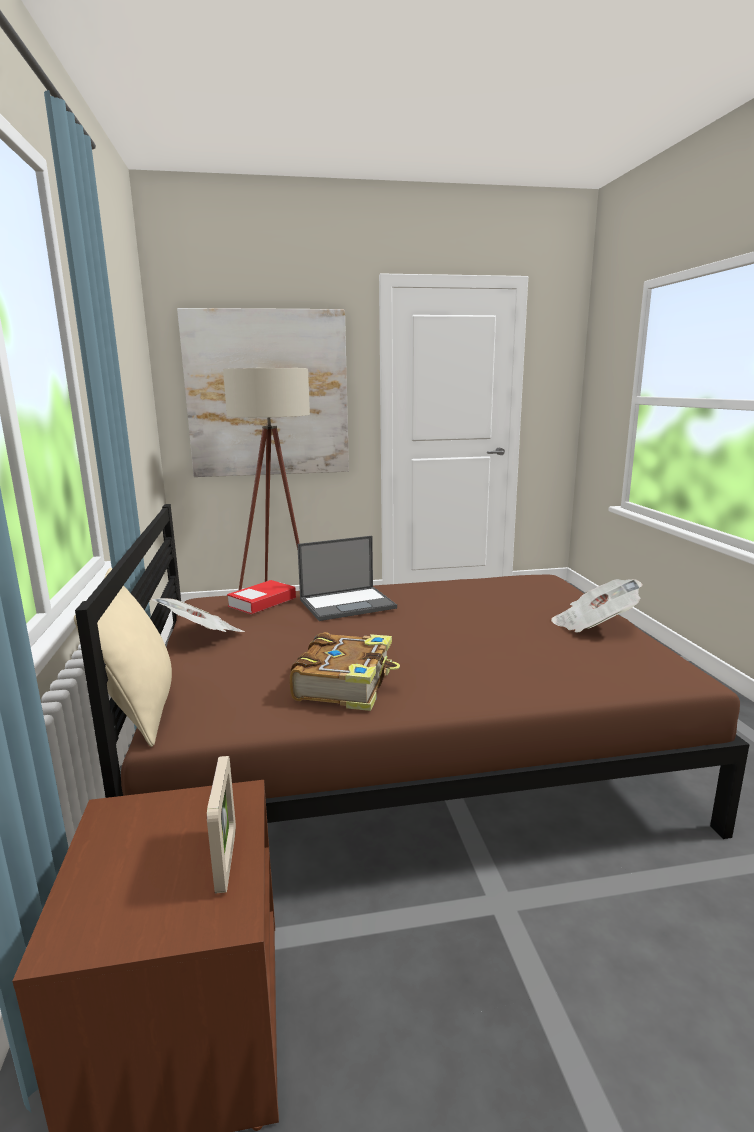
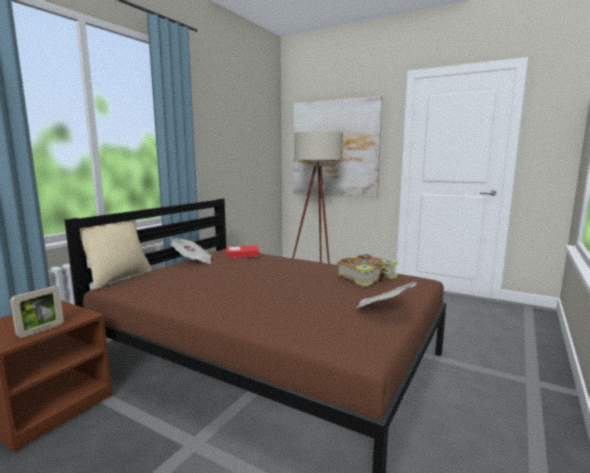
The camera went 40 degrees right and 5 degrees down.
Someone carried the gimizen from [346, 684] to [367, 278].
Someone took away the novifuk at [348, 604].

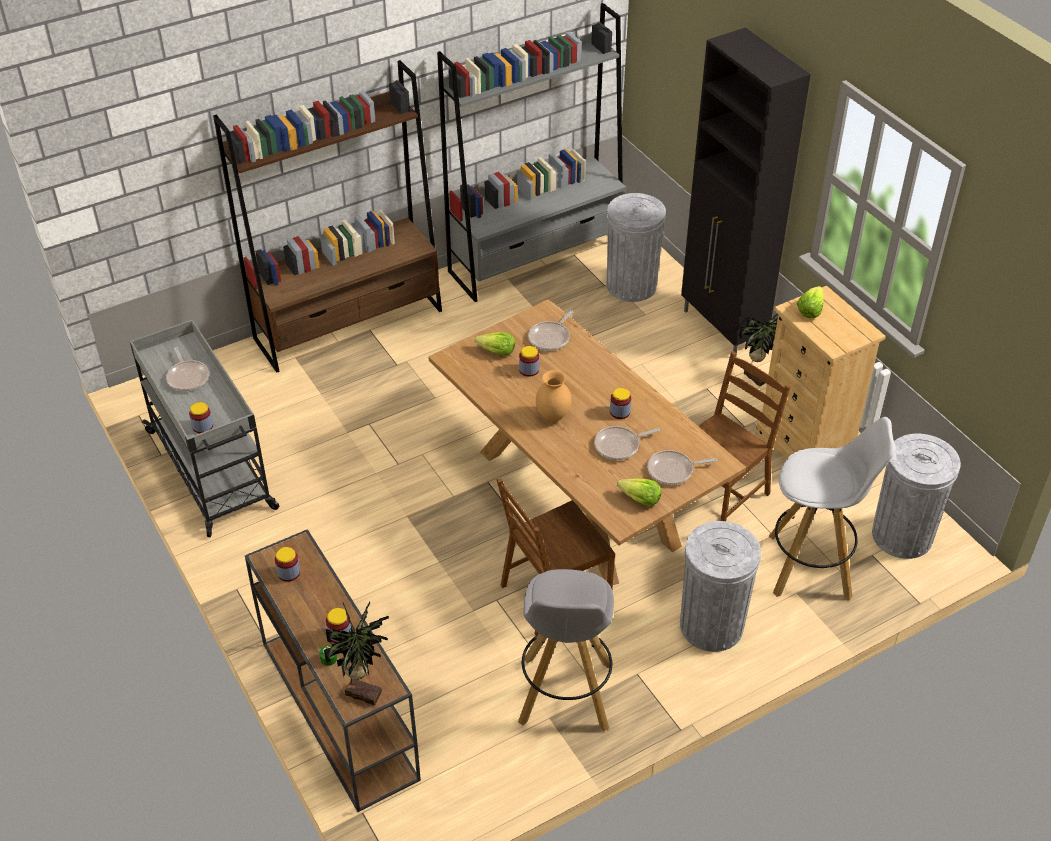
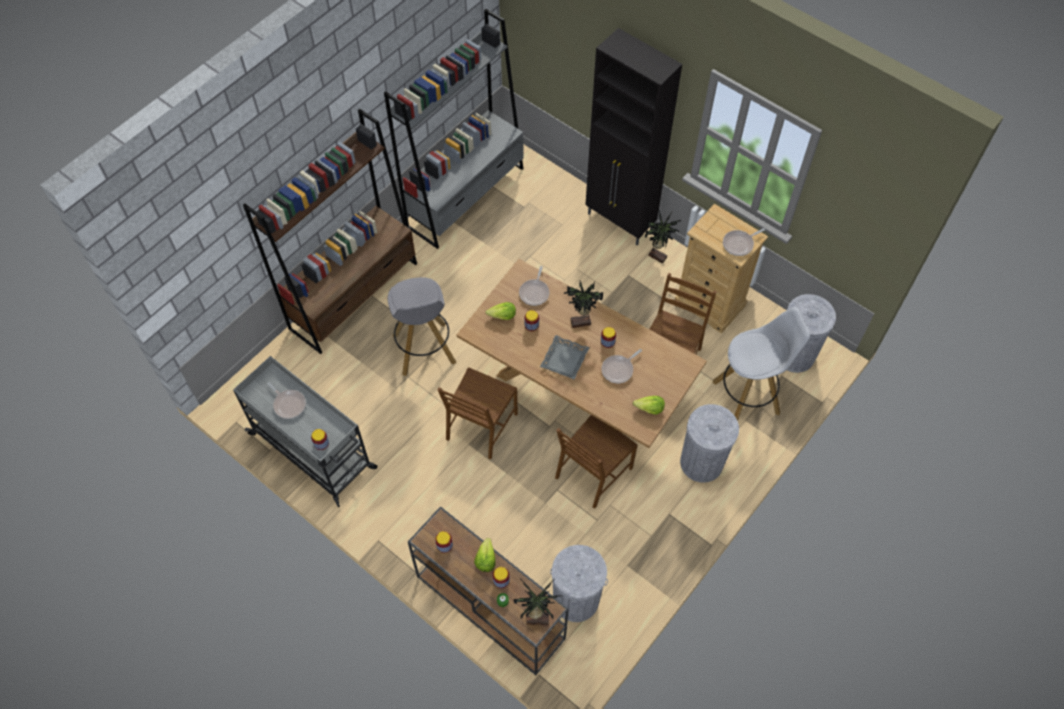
The camera went 20 degrees left and 15 degrees up.
Someone carried the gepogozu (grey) from [565, 695] to [424, 350].
Someone swapped the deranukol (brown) at [553, 417] for the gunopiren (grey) at [565, 359].
Someone carried the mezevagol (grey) from [631, 286] to [576, 599].
Someone carried the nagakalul from [673, 471] to [739, 244].
Someone carried the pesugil from [810, 310] to [485, 559].
Someone put down the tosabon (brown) at [481, 426].
Someone put down the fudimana at [581, 323].

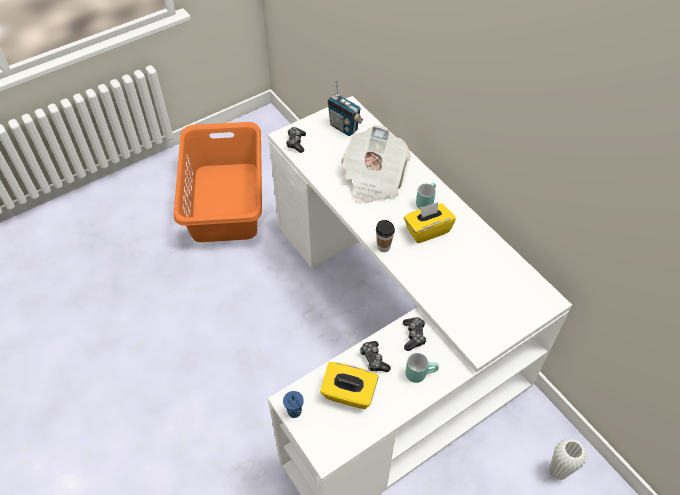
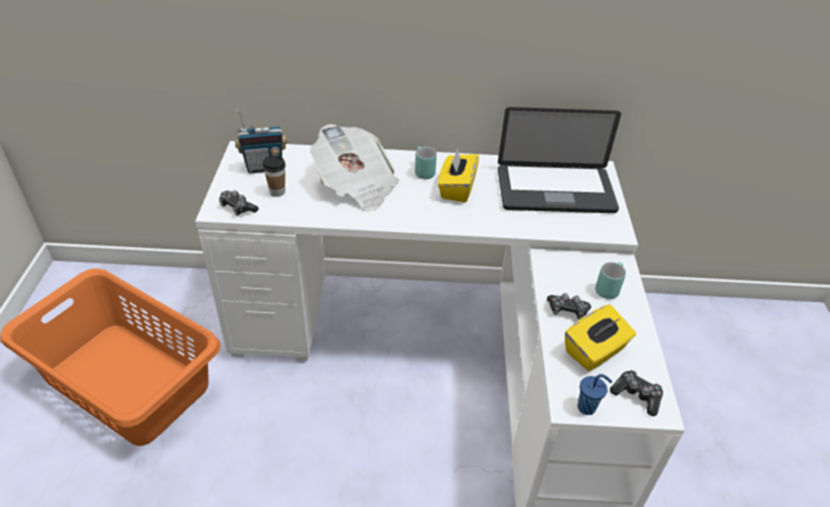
The camera went 55 degrees left and 10 degrees down.
Someone carried the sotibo from [383, 247] to [277, 192].
Someone carried the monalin from [414, 336] to [636, 396].
Someone took away the deranukol (white) at [558, 471].
Someone put down the novifuk at [555, 191].

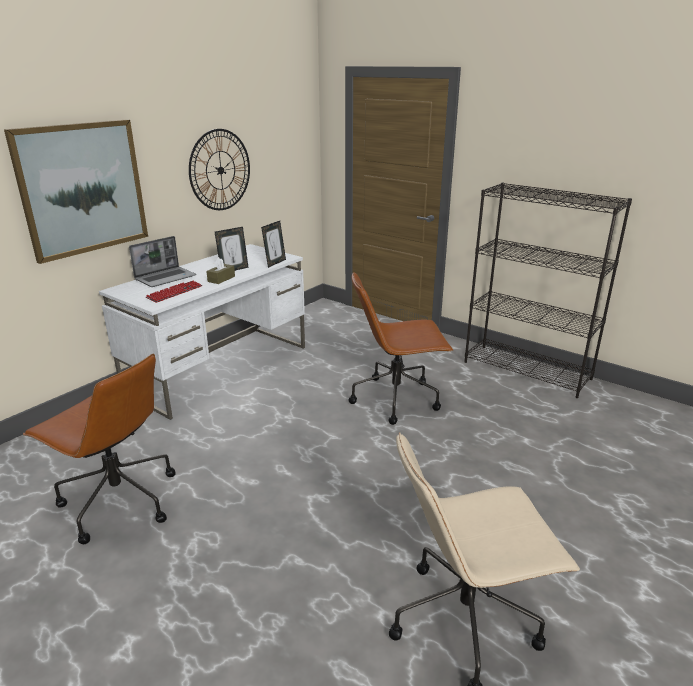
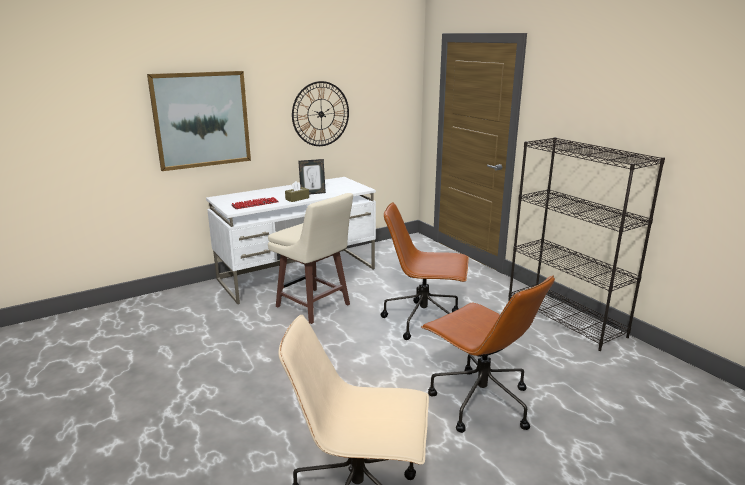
The camera went 20 degrees right and 5 degrees down.
Someone carried the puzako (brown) from [118, 501] to [479, 402].
Someone took away the novifuk at [166, 278].
Someone took away the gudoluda at [275, 263].
Someone put down the gepogozu (beige) at [314, 306].

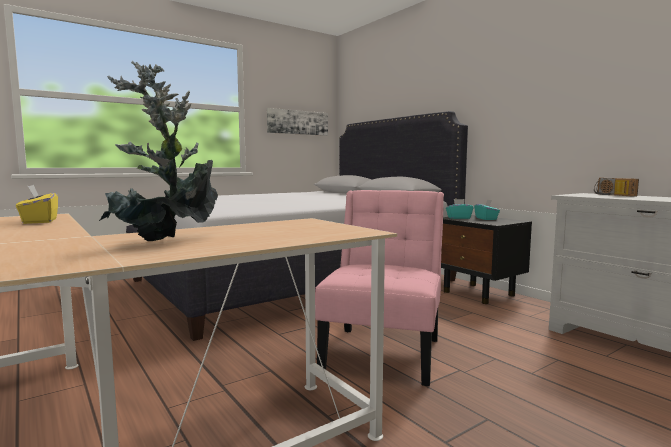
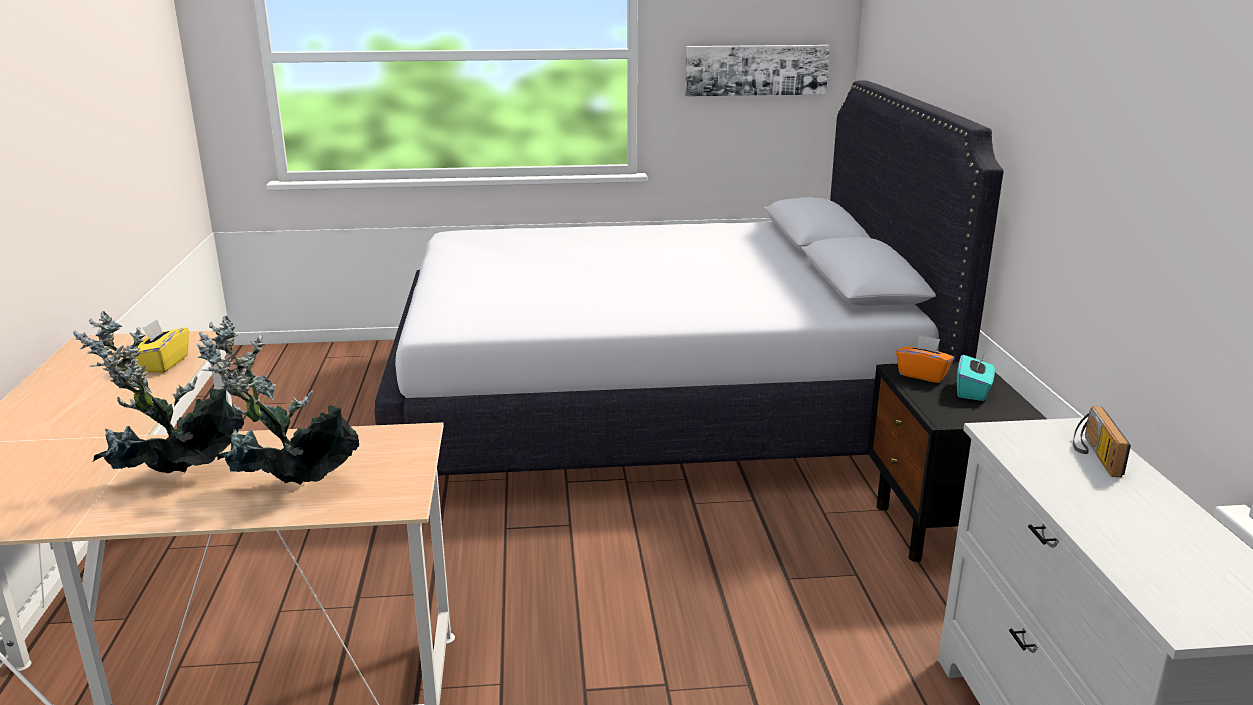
The camera went 30 degrees right and 15 degrees up.
Someone took away the tosabon (pink) at [384, 351].
Someone repainted the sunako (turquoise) at [458, 218], which became the sunako (orange) at [923, 375].
Someone put down the fudimana at [287, 491].

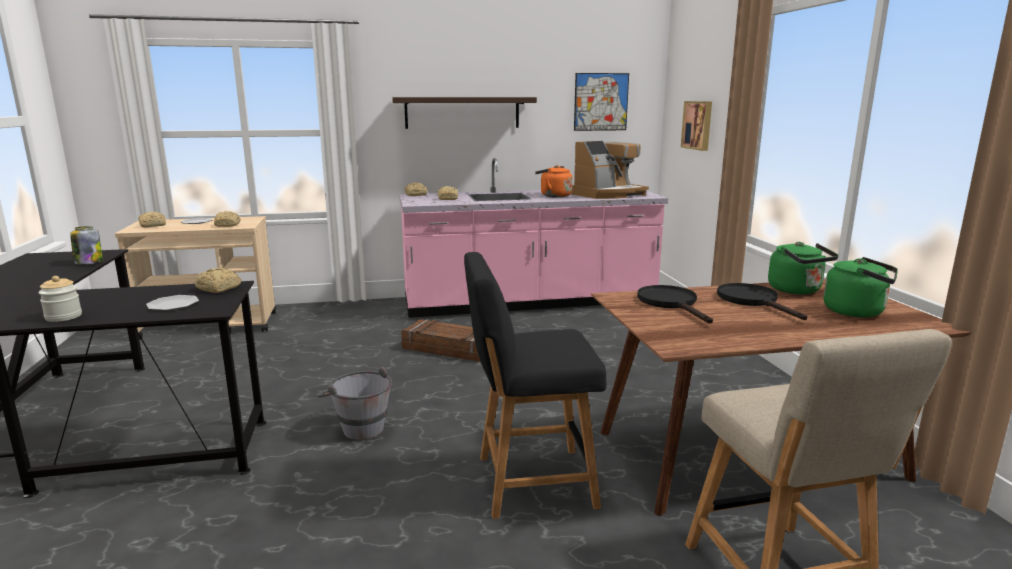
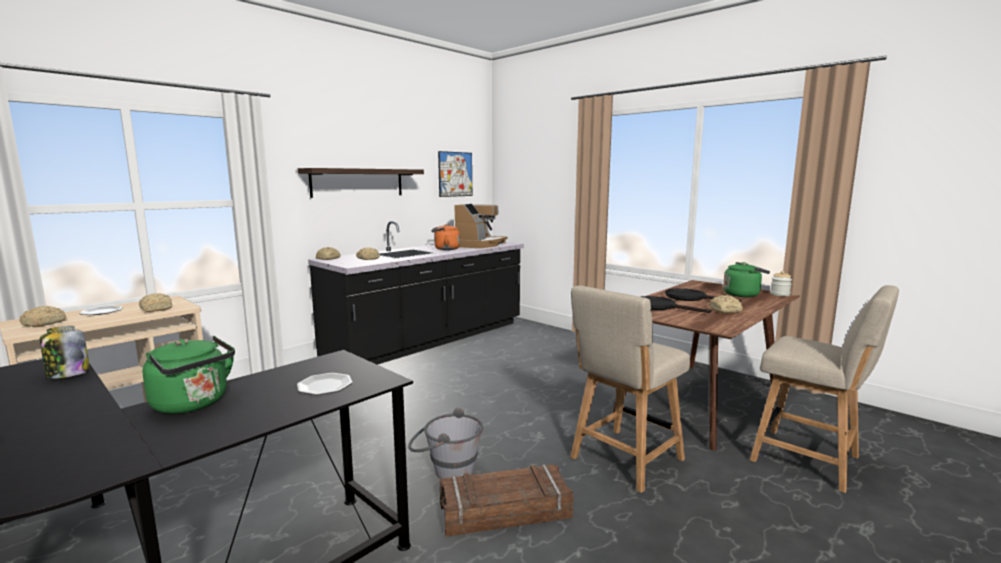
The camera went 35 degrees left and 5 degrees down.
Someone carried the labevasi from [63, 317] to [779, 294].
Someone carried the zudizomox from [219, 289] to [726, 310].
Someone repainted the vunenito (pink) at [529, 302], which became the vunenito (black) at [430, 340].
Someone carried the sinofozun from [449, 349] to [504, 510].
Someone repainted the tosabon (black) at [529, 482], which became the tosabon (beige) at [623, 460].
Someone took away the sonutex at [698, 125].
Someone carried the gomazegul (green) from [797, 290] to [193, 404].

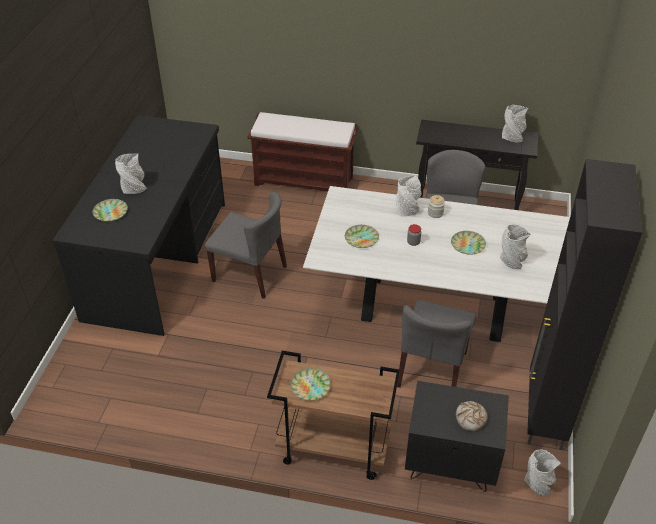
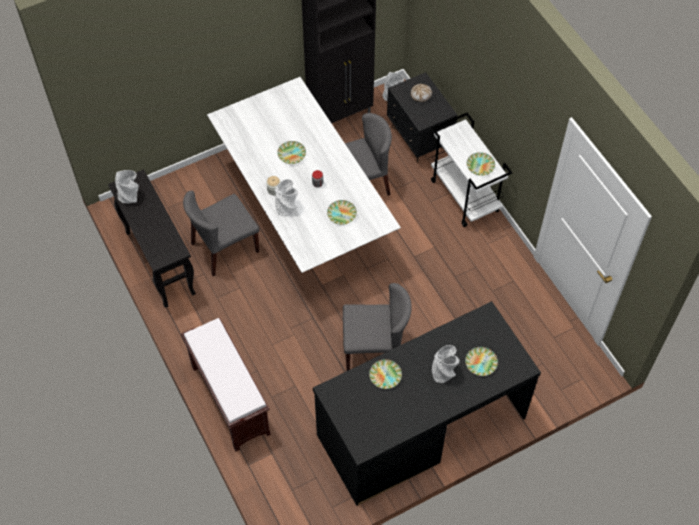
The camera went 130 degrees left and 15 degrees up.
Someone rotated the tosabon (grey) at [250, 273] by 105 degrees clockwise.
Someone repainted the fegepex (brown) at [332, 449], which became the fegepex (white) at [465, 196].
Someone took away the deranukol (grey) at [512, 262].
Someone put down the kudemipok at [385, 375].

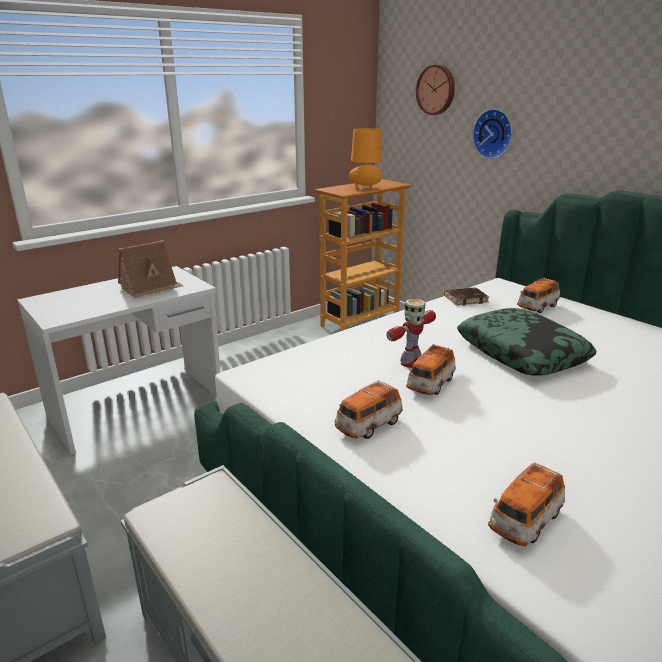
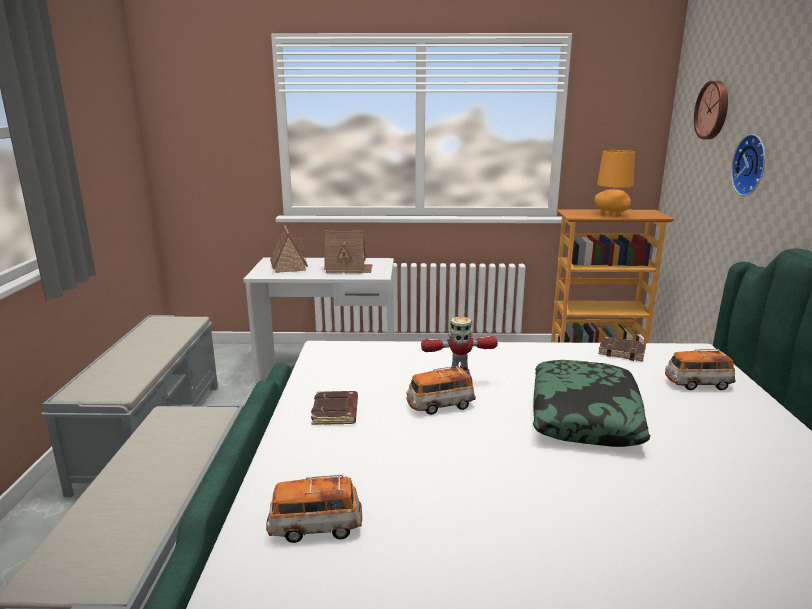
The camera went 40 degrees right and 5 degrees down.
Someone swapped the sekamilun at [368, 425] for the gimizen (brown) at [336, 412].
Someone put down the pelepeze at [288, 266].

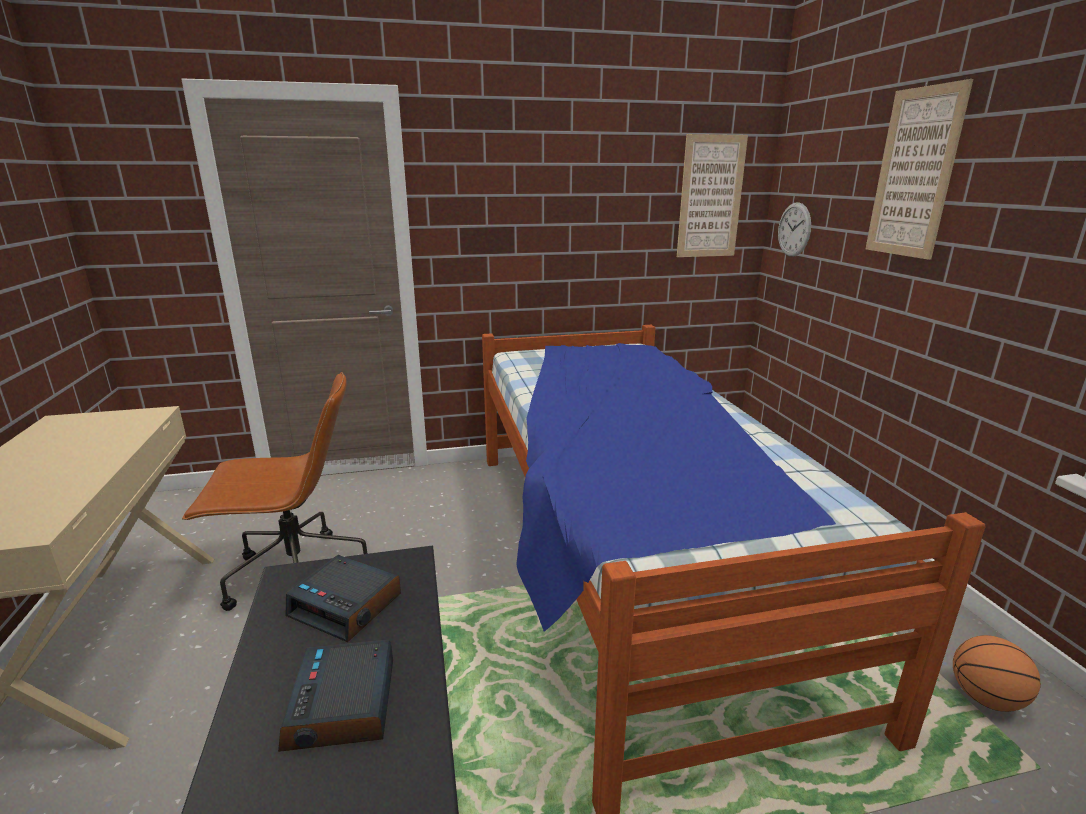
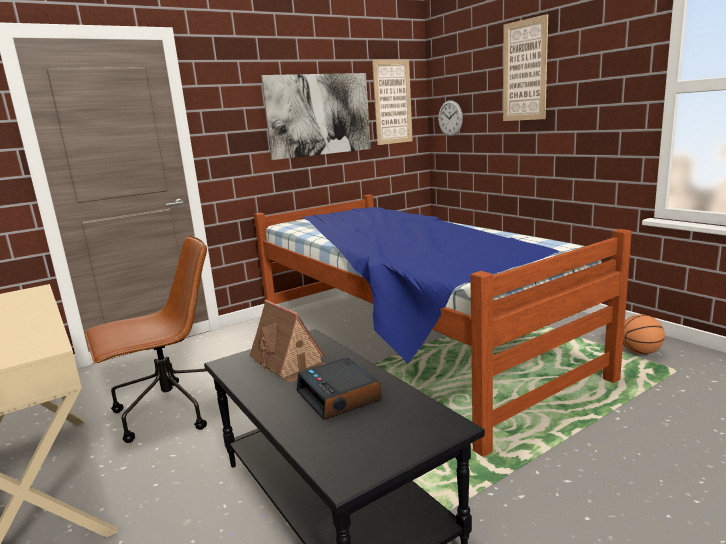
The camera went 20 degrees left and 5 degrees down.
Someone swapped the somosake at [347, 605] for the pelepeze at [289, 363].
Someone put up the sonutex at [319, 115].

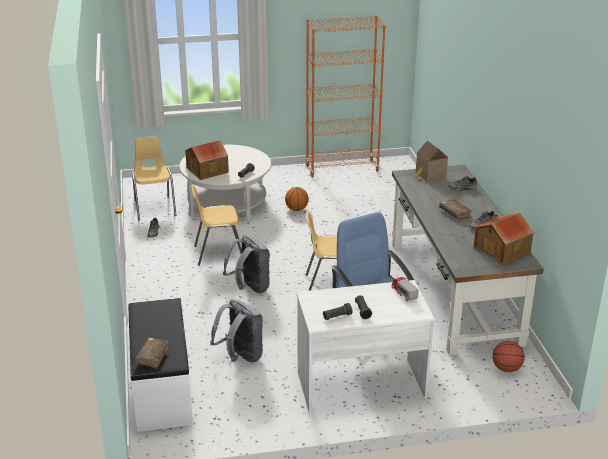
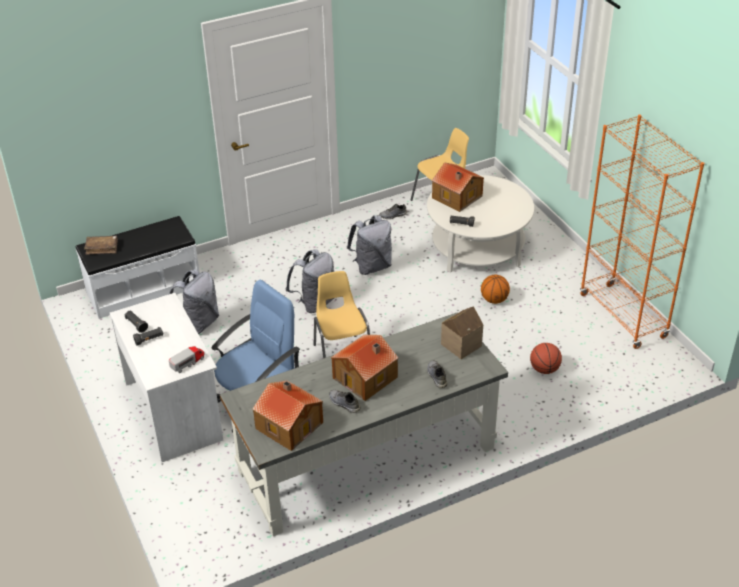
The camera went 75 degrees right and 10 degrees up.
Someone swapped the tosabon (yellow) at [218, 253] for the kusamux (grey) at [372, 266].
Someone swapped the gimizen (brown) at [455, 213] for the pelepeze at [366, 377].
Someone carried the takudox from [506, 368] to [544, 369].

